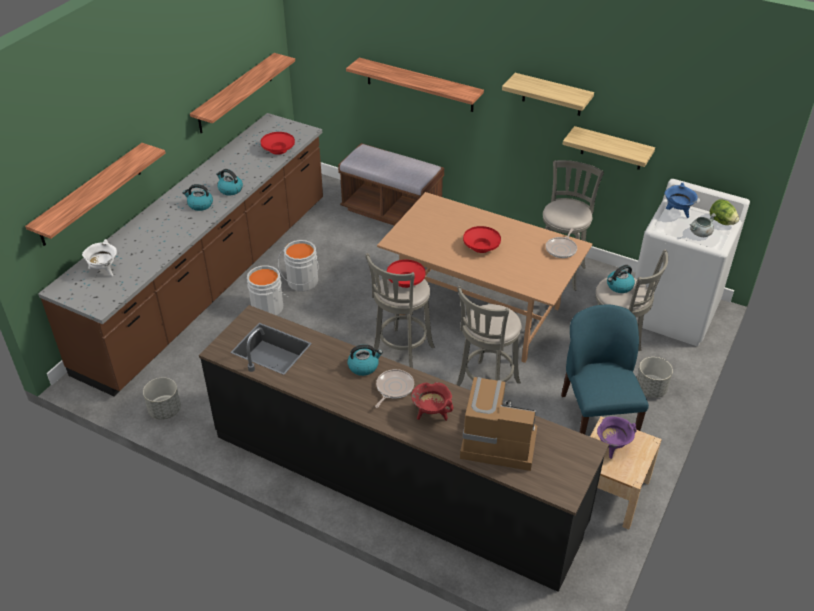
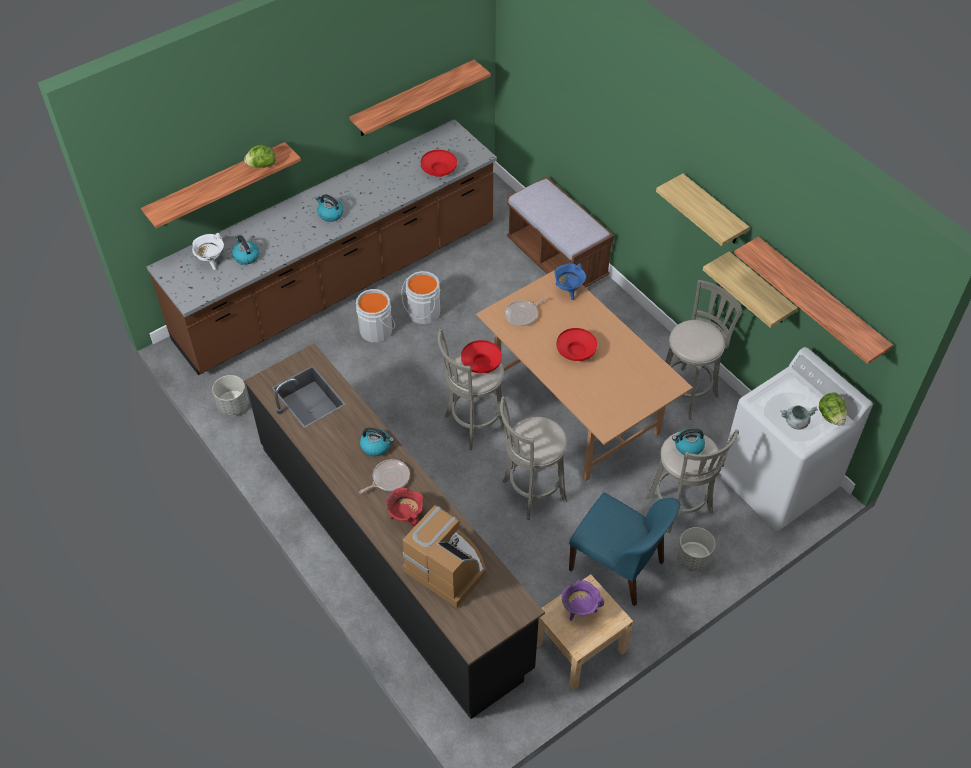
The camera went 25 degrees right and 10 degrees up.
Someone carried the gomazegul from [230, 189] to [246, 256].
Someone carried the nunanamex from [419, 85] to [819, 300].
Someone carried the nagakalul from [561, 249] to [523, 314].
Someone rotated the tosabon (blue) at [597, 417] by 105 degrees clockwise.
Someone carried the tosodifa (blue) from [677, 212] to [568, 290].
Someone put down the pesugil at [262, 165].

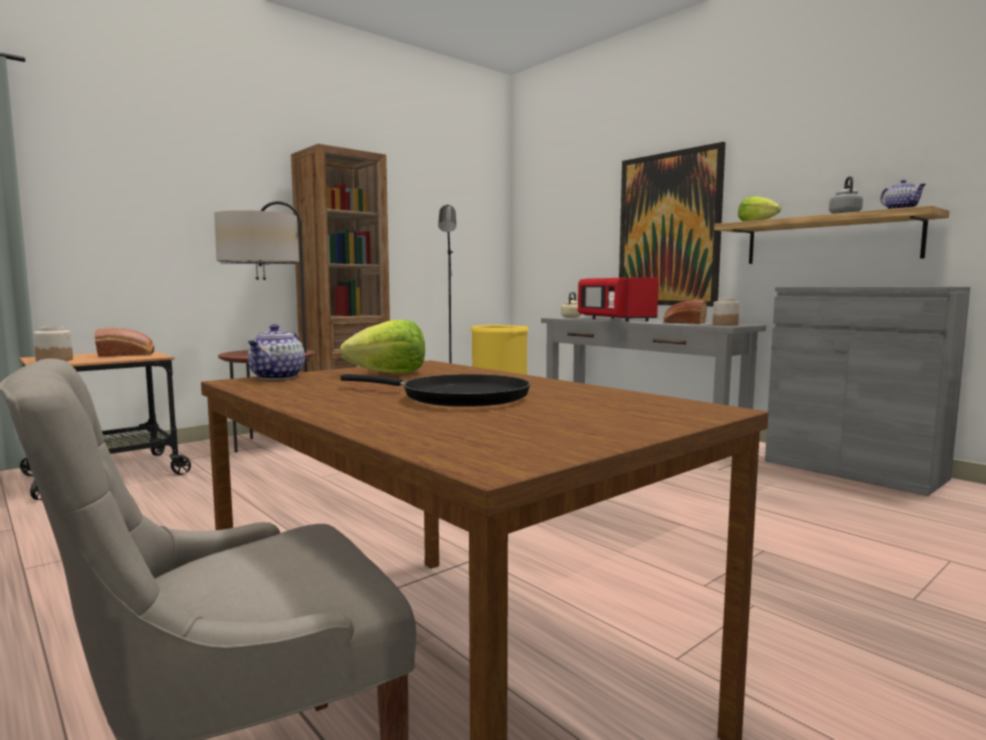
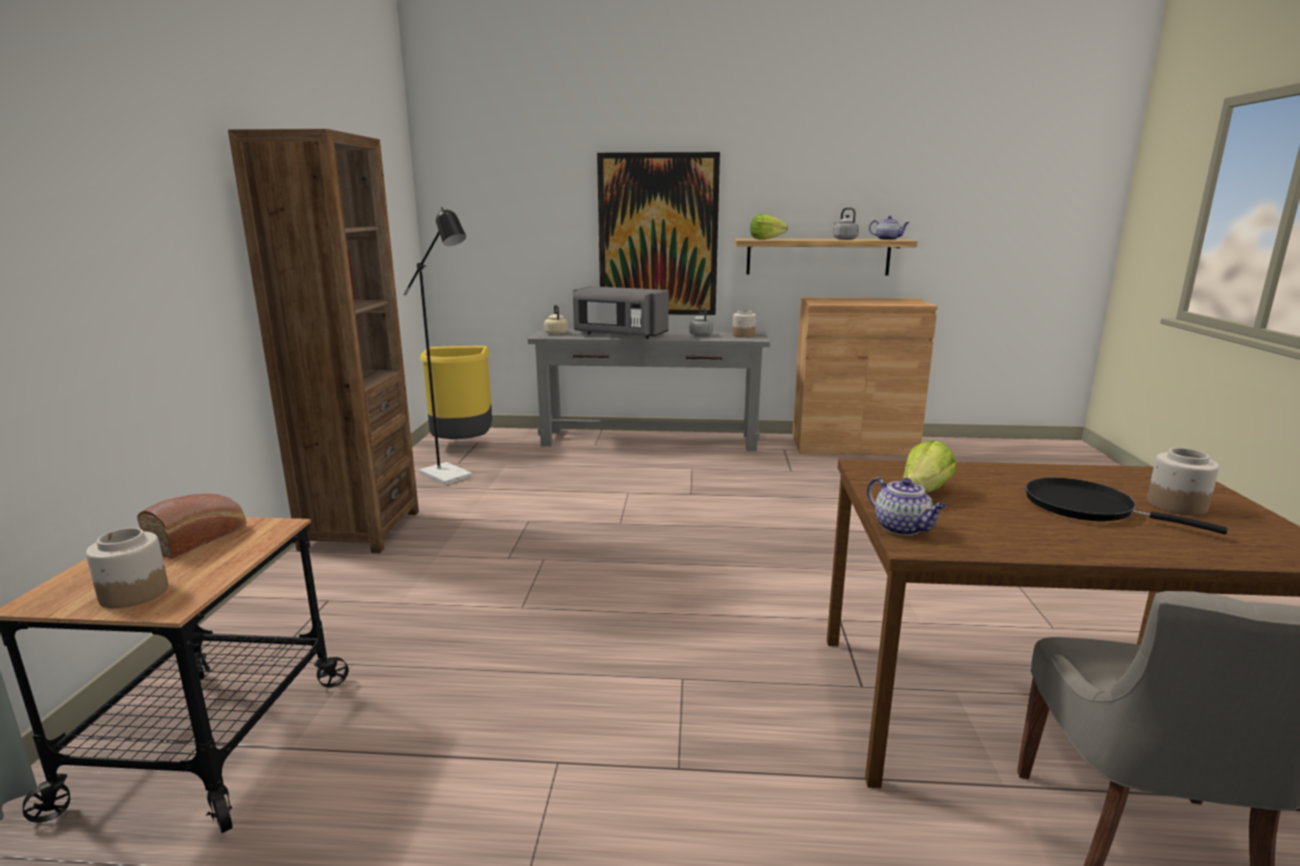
The camera went 45 degrees left and 10 degrees up.
Someone took away the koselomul at [272, 444].
Someone rotated the nagakalul (black) at [457, 397] by 120 degrees counterclockwise.
Someone repainted the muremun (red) at [614, 319], which became the muremun (grey) at [619, 335].
Someone swapped the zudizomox at [683, 322] for the gomazegul (grey) at [700, 335].
Someone repainted the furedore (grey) at [853, 470], which became the furedore (brown) at [853, 445].
Someone put down the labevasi at [1175, 505].

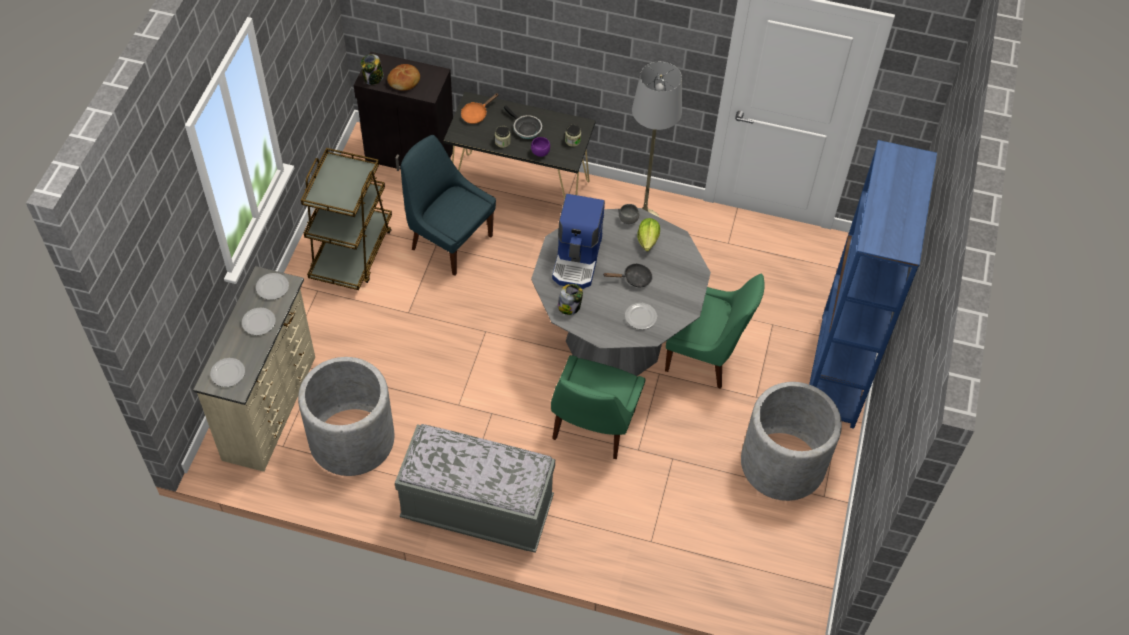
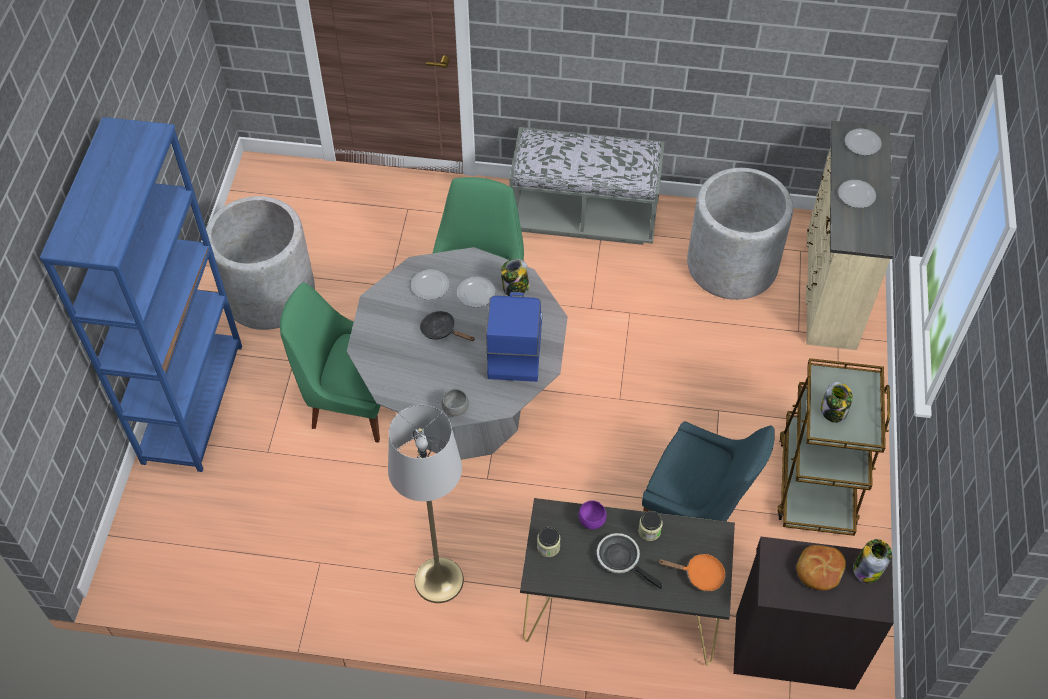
The camera went 175 degrees right and 0 degrees up.
Someone carried the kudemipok from [272, 287] to [476, 293].
Someone rotated the nagakalul (orange) at [476, 114] by 60 degrees clockwise.
Someone rotated the nagakalul (black) at [634, 279] by 45 degrees clockwise.
Someone took away the pesugil at [648, 240].
Someone put down the labevasi at [833, 411].

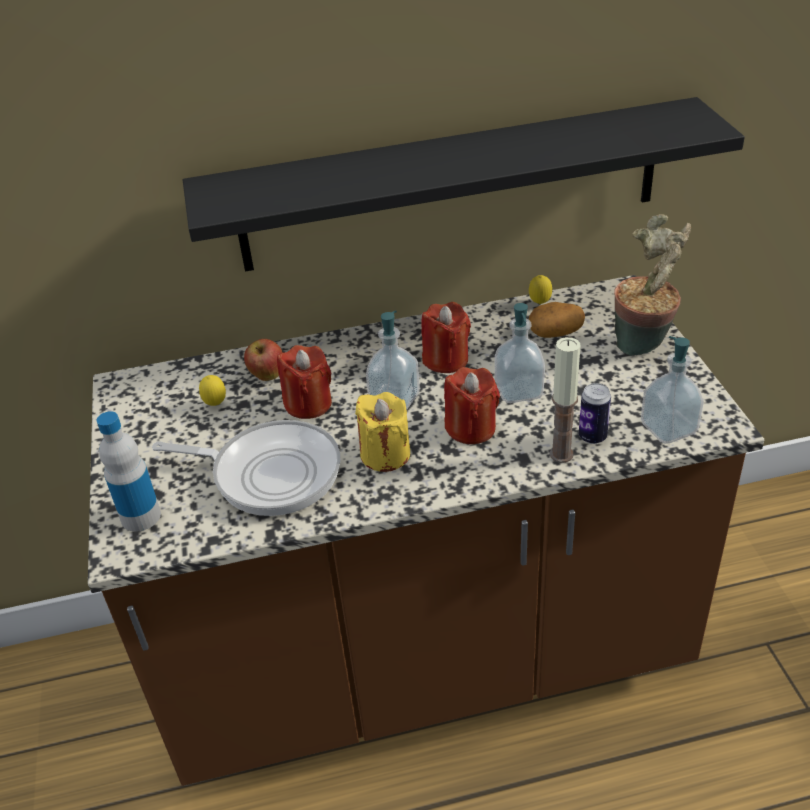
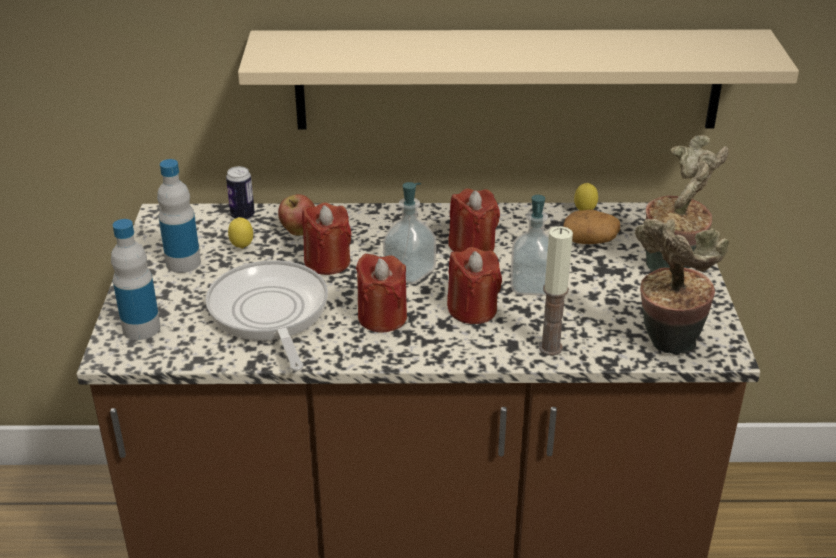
The camera went 10 degrees right and 5 degrees down.
Someone rotated the nagakalul at [269, 473] by 135 degrees counterclockwise.
Someone repainted the nunanamex (black) at [451, 186], which became the nunanamex (beige) at [508, 79].
Someone repainted the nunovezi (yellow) at [385, 454], which became the nunovezi (red) at [382, 317].
Someone carried the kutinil from [592, 437] to [242, 216].
Someone swapped the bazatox at [668, 428] for the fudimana at [666, 344].
Someone put down the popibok at [183, 263].

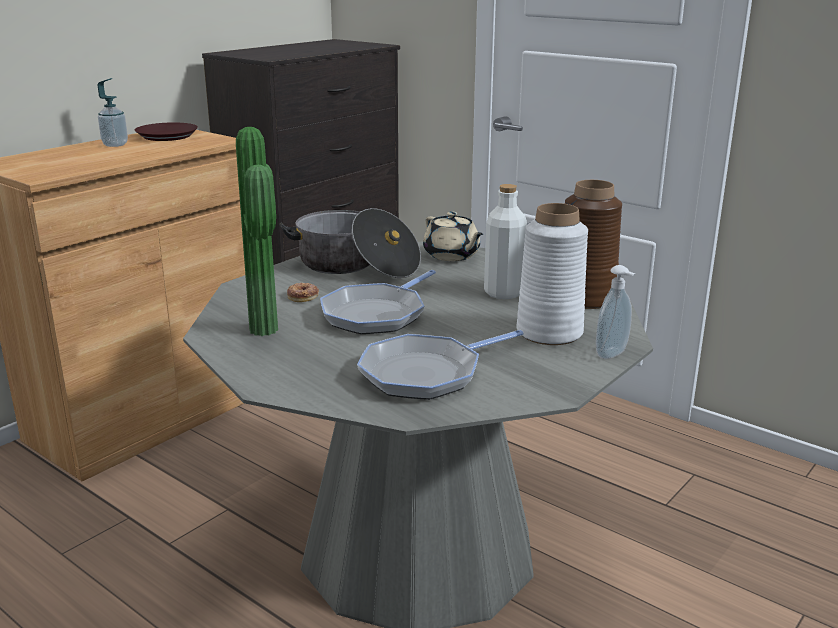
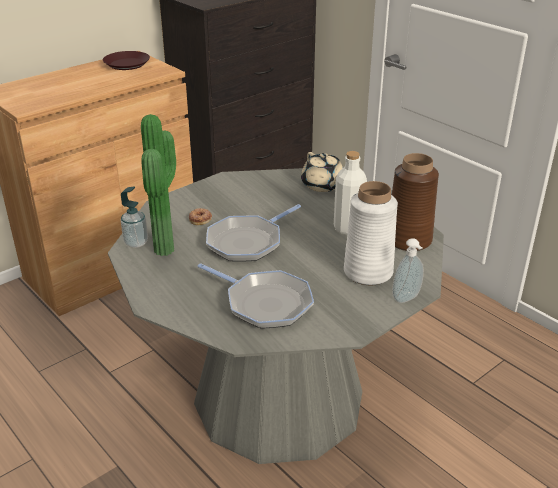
The camera went 10 degrees right and 10 degrees up.
Someone carried the bazatox from [115, 144] to [136, 243].
Someone took away the tosodifa at [355, 266].
Someone rotated the nagakalul at [426, 373] by 120 degrees counterclockwise.

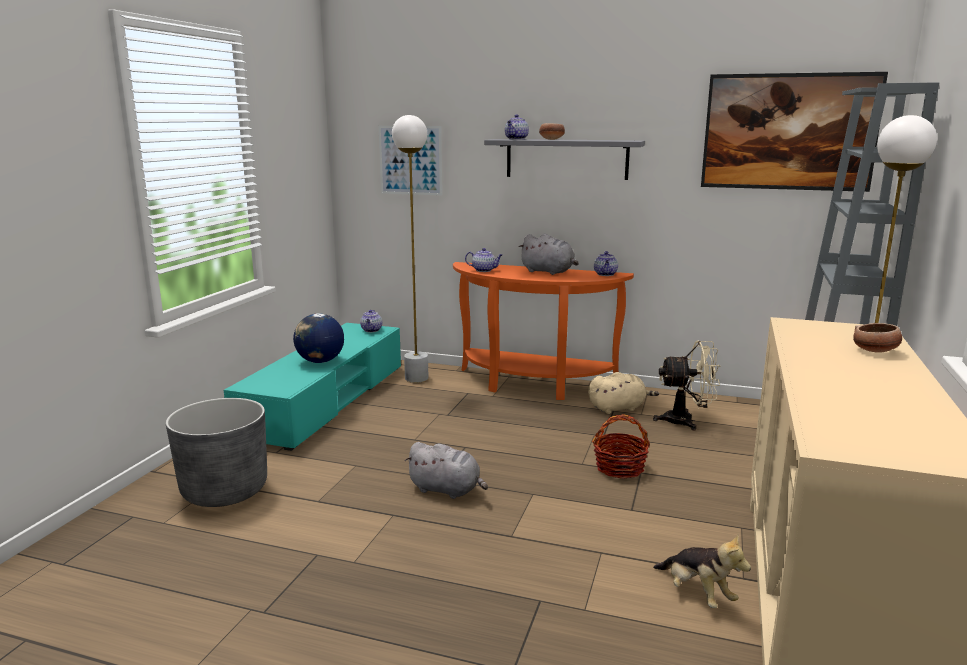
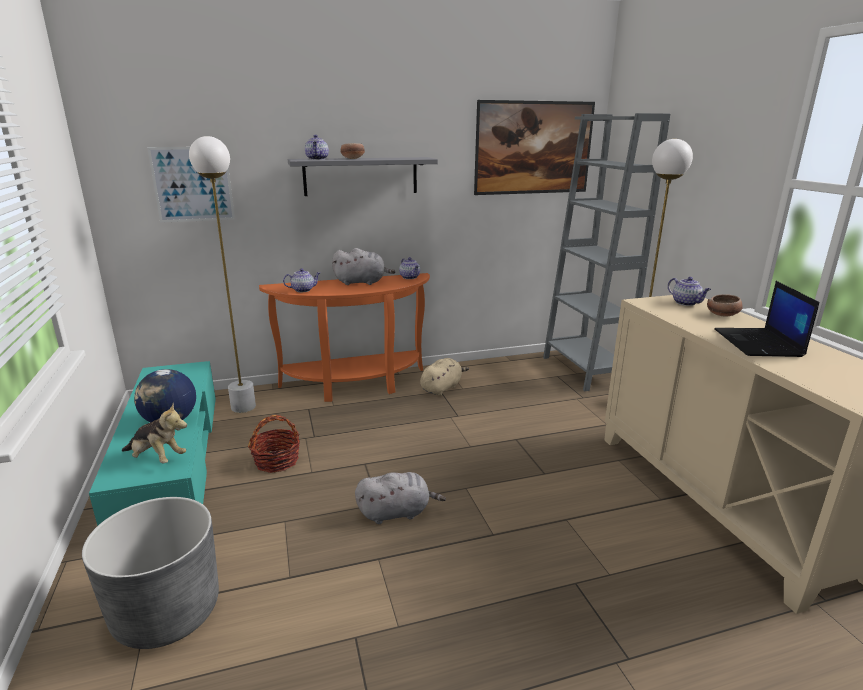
The camera went 35 degrees left and 5 degrees up.
Someone carried the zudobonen from [371, 330] to [686, 303].
Someone carried the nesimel from [620, 468] to [277, 461].
Someone took away the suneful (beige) at [686, 421].
Someone carried the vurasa from [697, 594] to [157, 458].
Someone put down the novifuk at [759, 343].

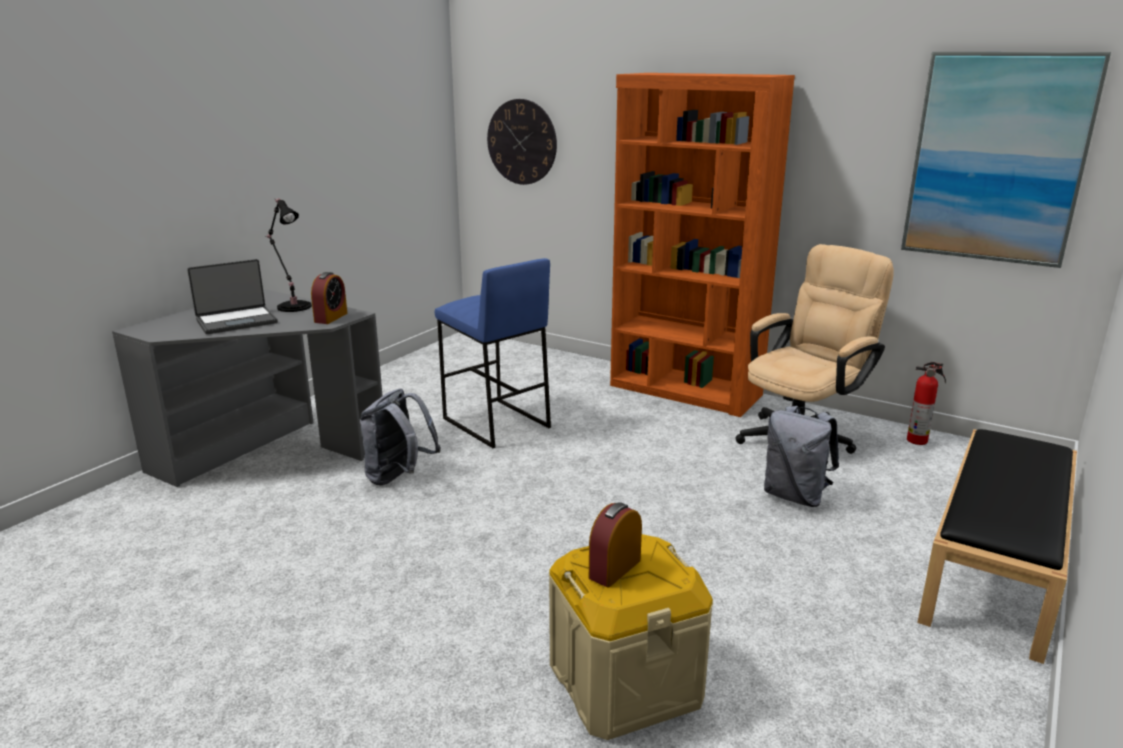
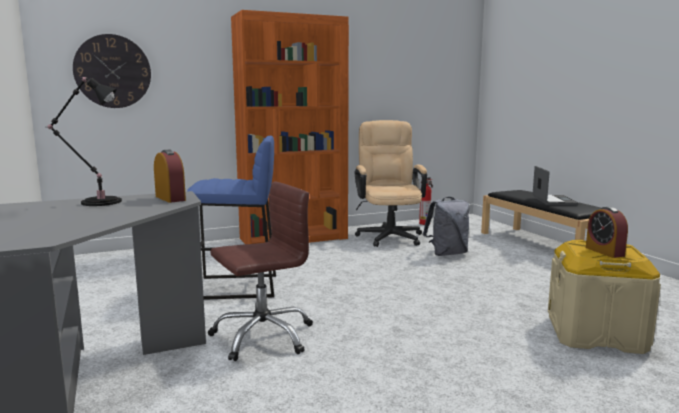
The camera went 55 degrees left and 10 degrees down.
Someone carried the novifuk from [236, 321] to [553, 201].
Someone swapped the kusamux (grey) at [398, 477] for the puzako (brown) at [263, 336].
Someone took away the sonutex at [997, 159].

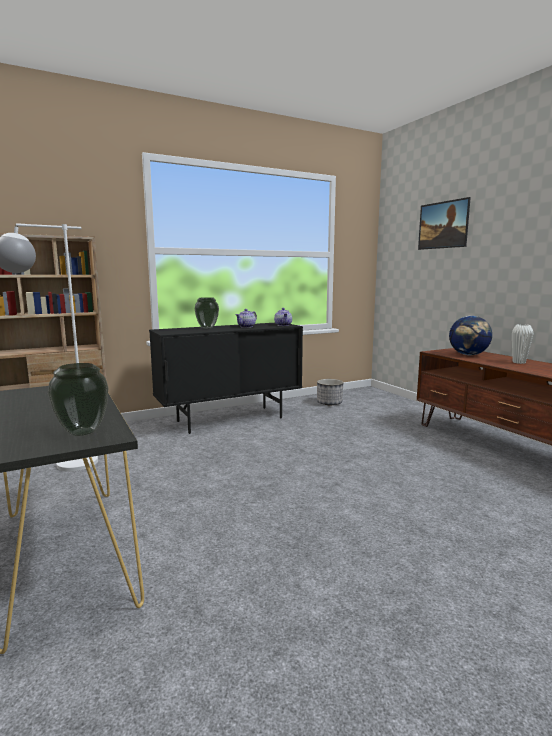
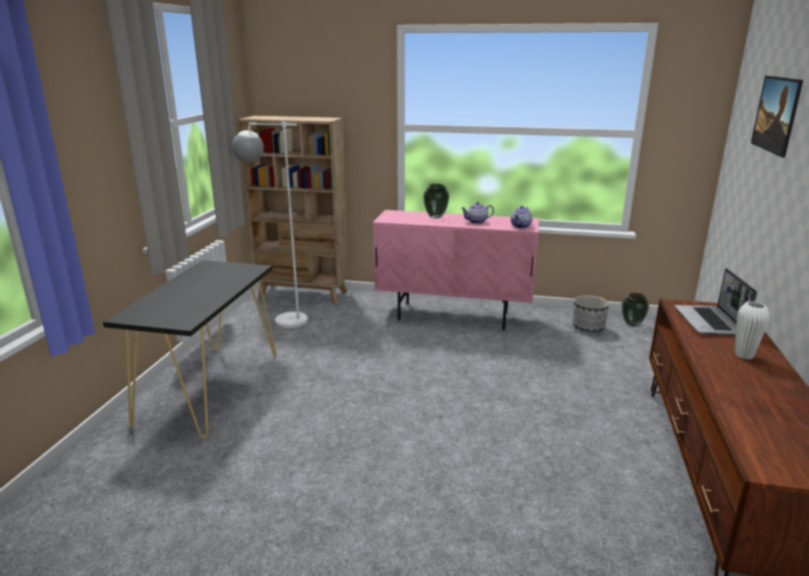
The camera went 40 degrees right and 10 degrees up.
Someone carried the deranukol from [82, 432] to [631, 324].
Someone repainted the furedore (black) at [230, 419], which became the furedore (pink) at [453, 316].
Someone swapped the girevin at [468, 355] for the novifuk at [710, 322].

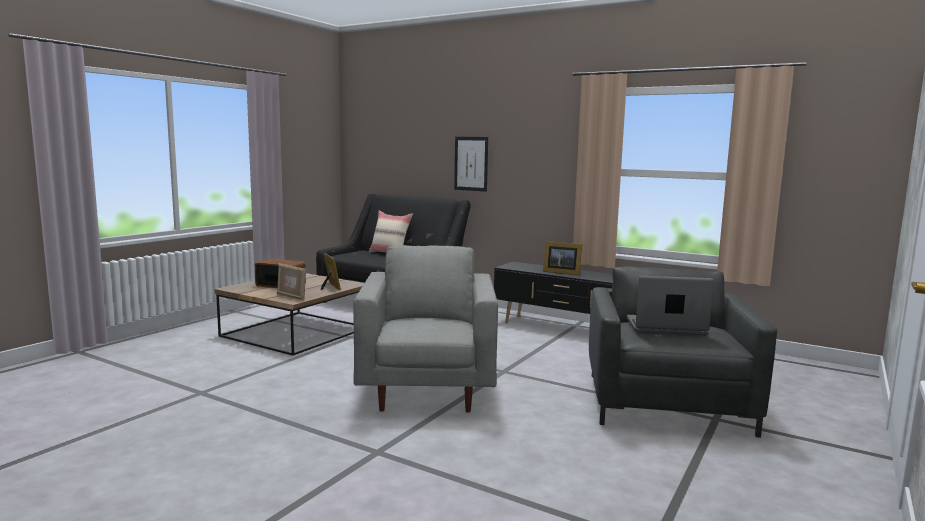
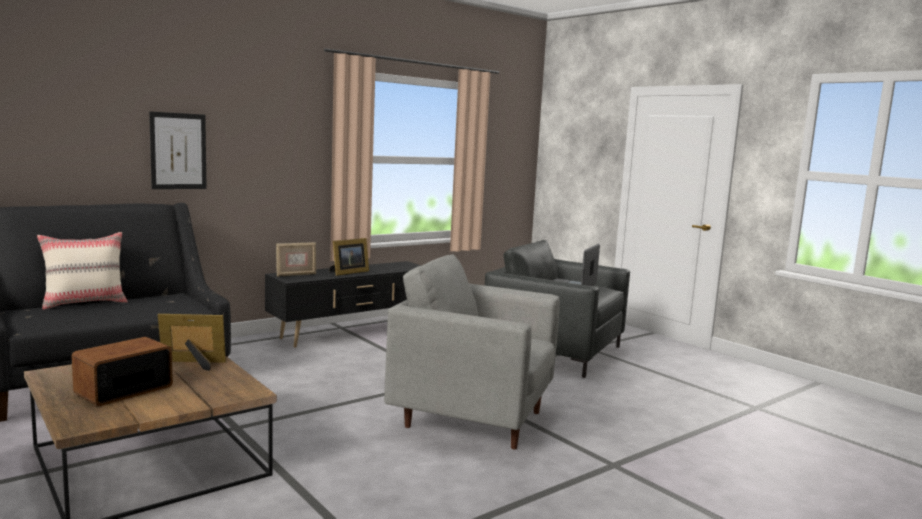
The camera went 70 degrees left and 0 degrees up.
Someone carried the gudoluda from [291, 297] to [296, 275].

